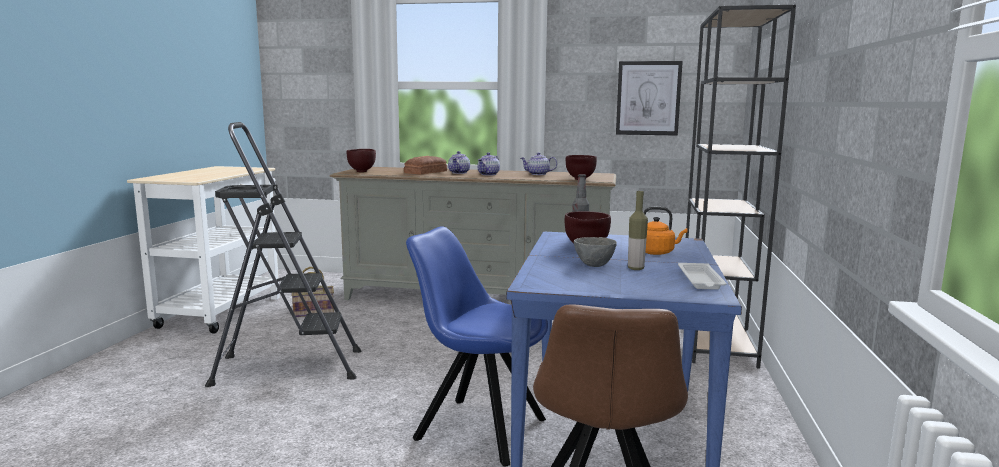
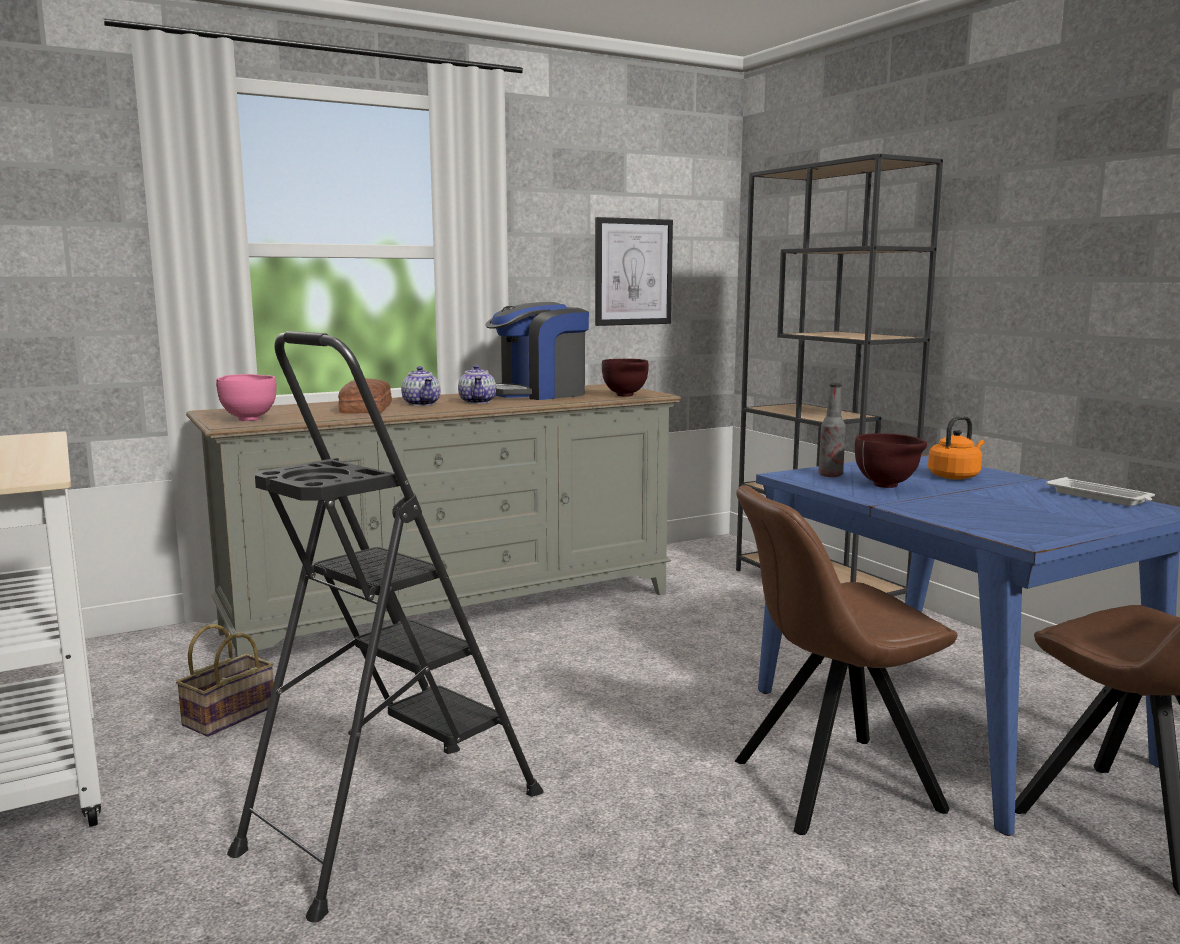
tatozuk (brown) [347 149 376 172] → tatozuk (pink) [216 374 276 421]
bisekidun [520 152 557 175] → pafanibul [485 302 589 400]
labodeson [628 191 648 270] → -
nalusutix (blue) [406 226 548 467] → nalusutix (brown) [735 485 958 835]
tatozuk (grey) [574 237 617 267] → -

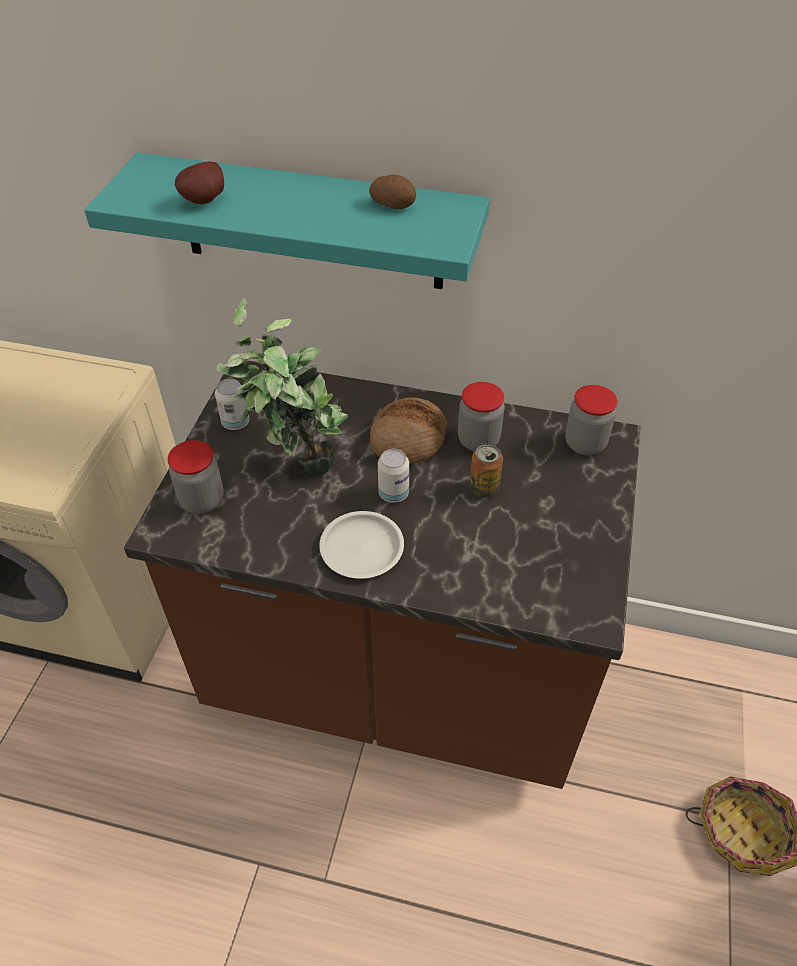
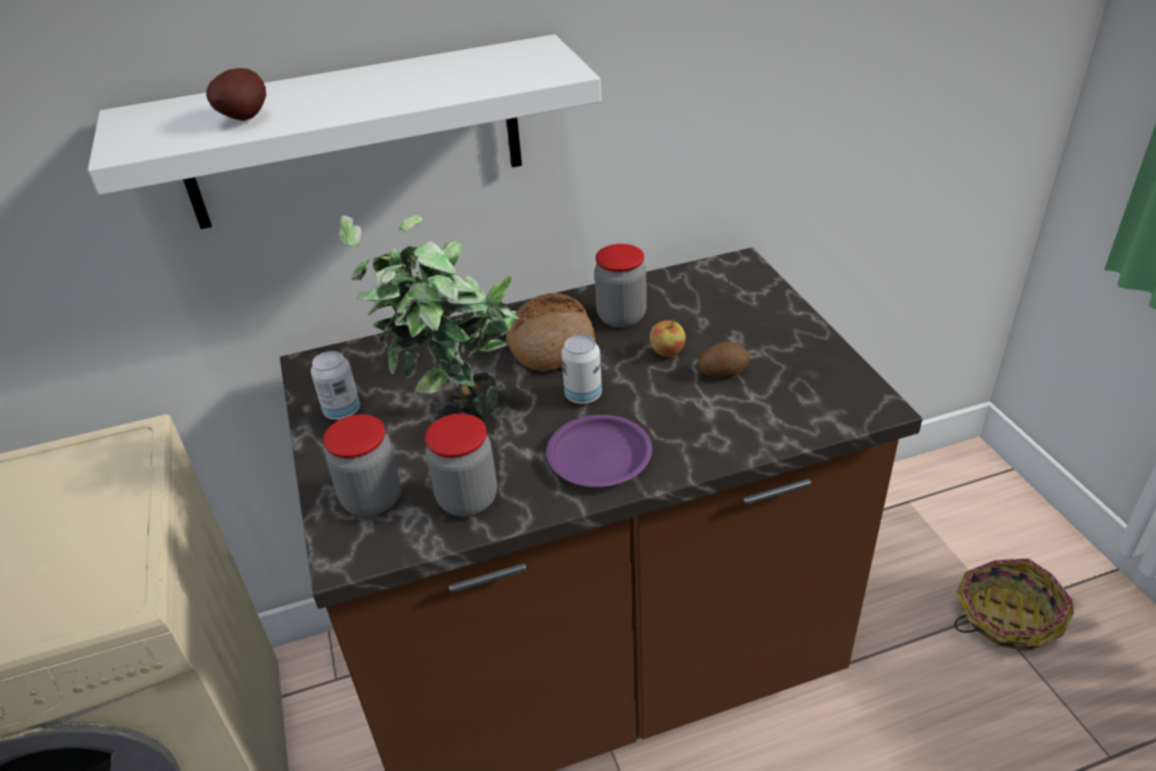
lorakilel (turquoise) [84 153 490 289] → lorakilel (white) [88 34 601 229]
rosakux [369 174 416 209] → rosakux [698 342 750 377], relocated
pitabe [565 385 617 455] → pitabe [425 414 497 517], relocated
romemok [469 444 503 498] → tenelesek [650 319 686 356]
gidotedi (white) [319 511 404 579] → gidotedi (purple) [546 415 652 487]

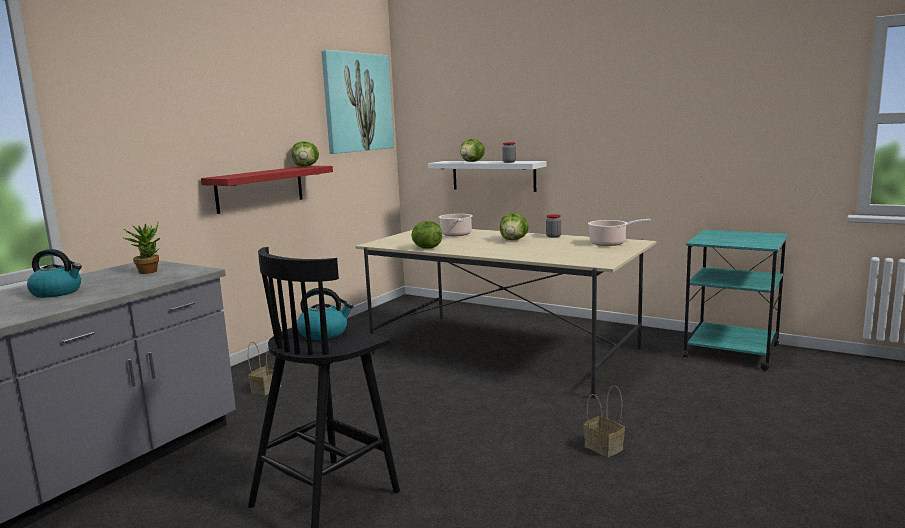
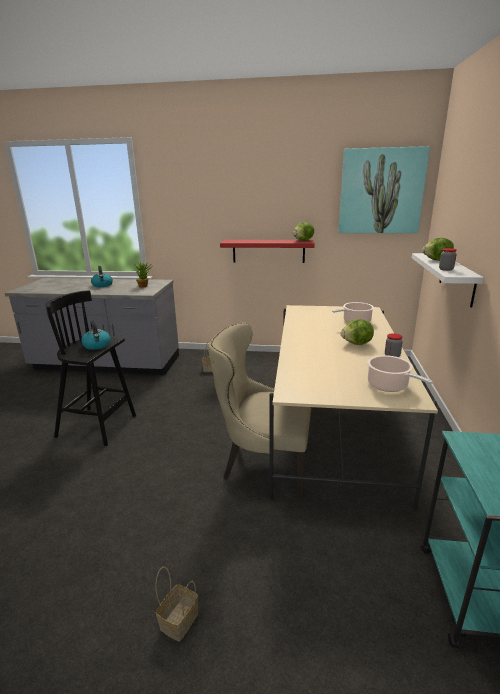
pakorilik [411 221 442 249] → -
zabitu [583 385 625 457] → zabitu [155 567 198 642], relocated
- → nalusutix (beige) [208 322 311 496]

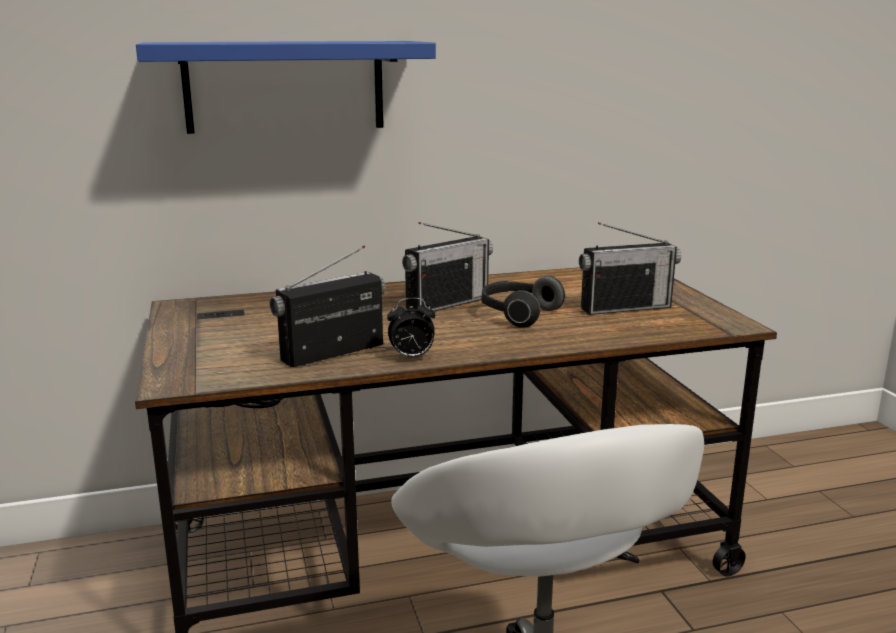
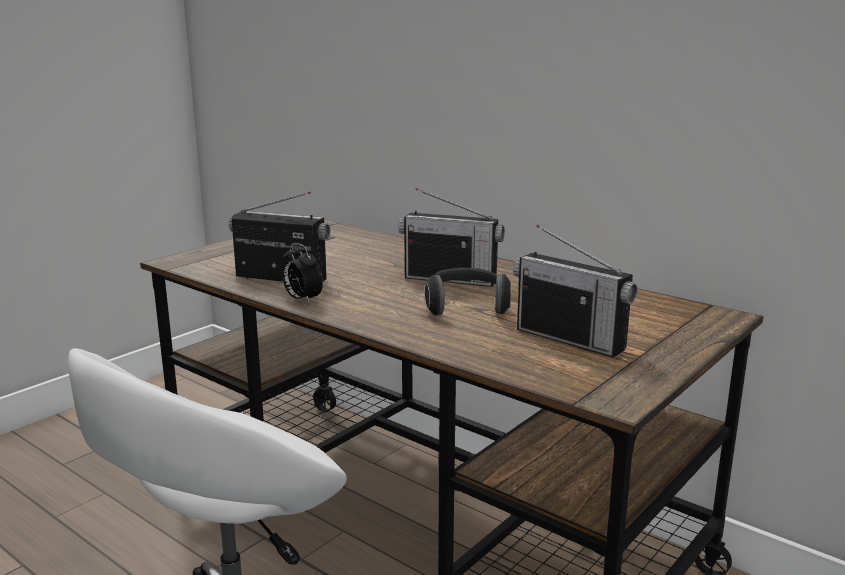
lorakilel (blue) [136 41 436 134] → -

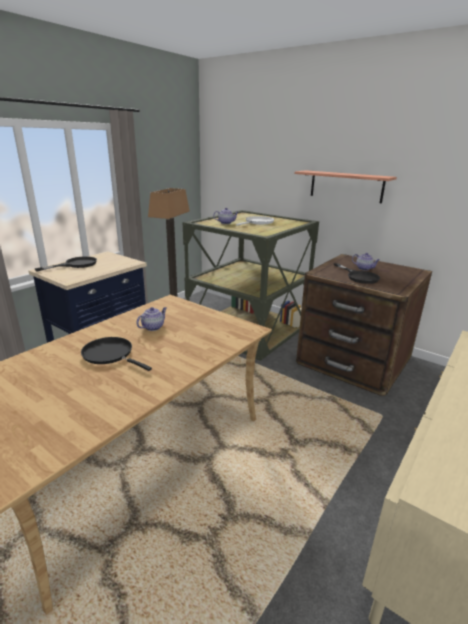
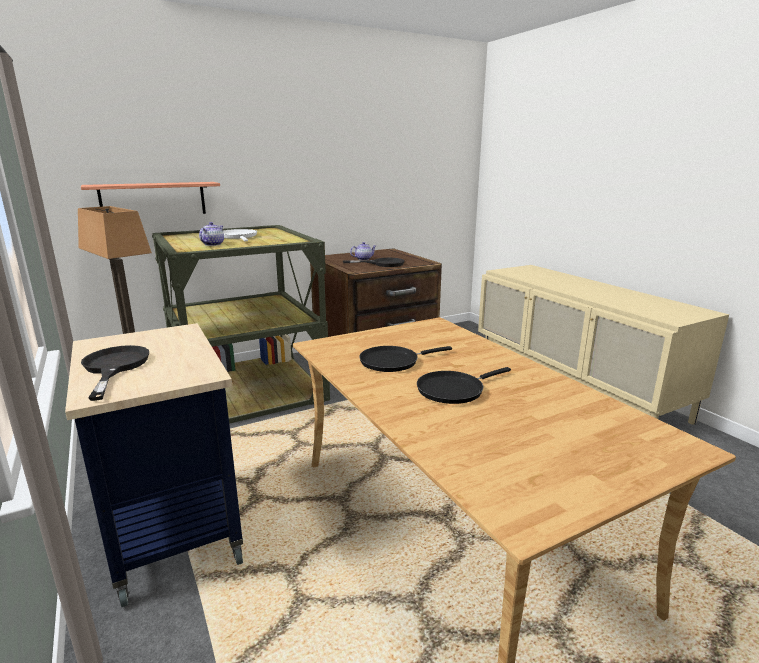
lorakilel [295 170 397 203] → lorakilel [81 182 220 214], relocated
bisekidun [137 307 167 331] → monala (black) [359 346 452 372]

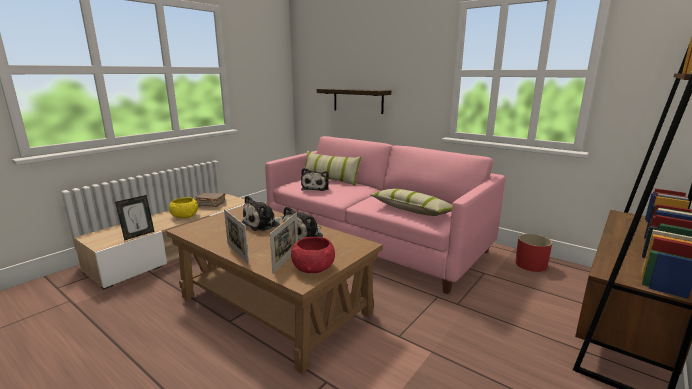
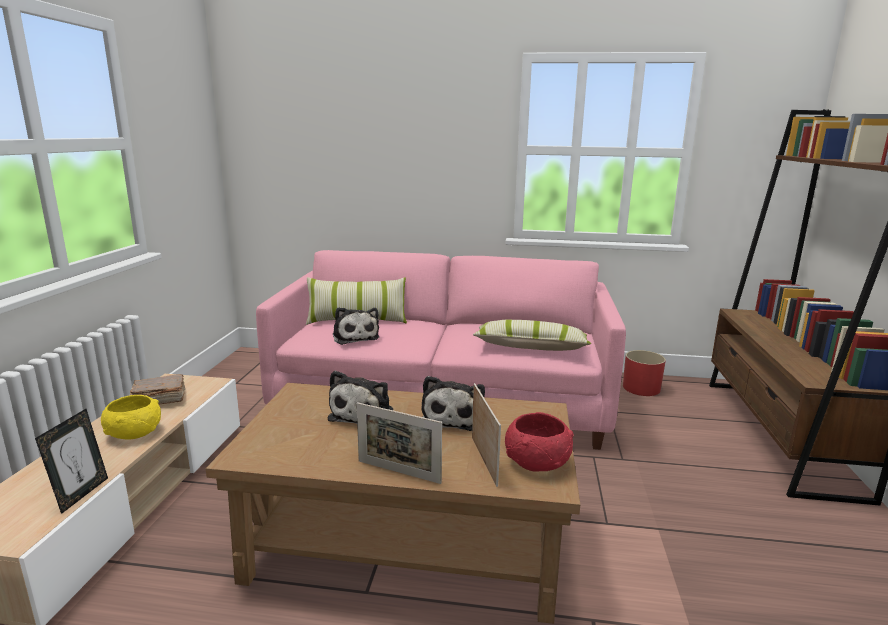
lorakilel [317 88 391 114] → -

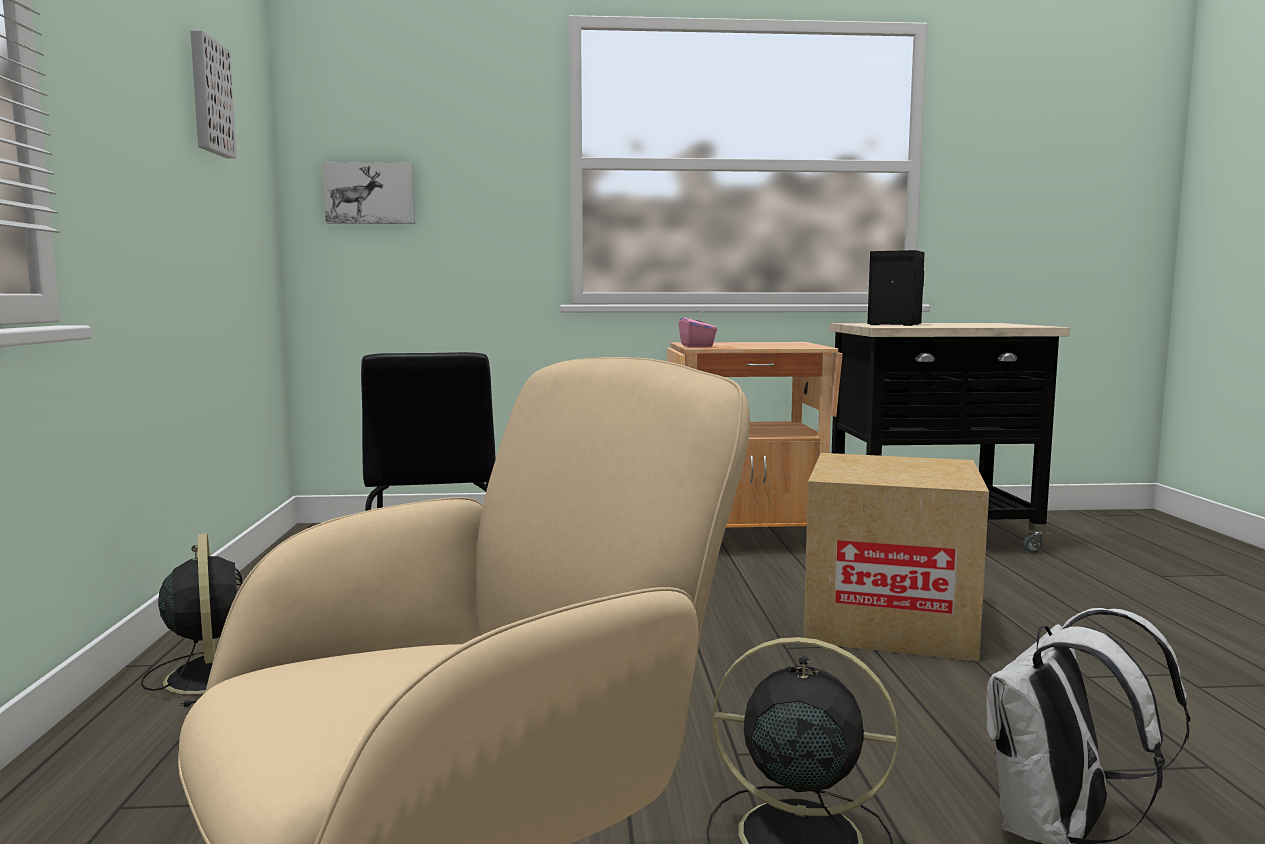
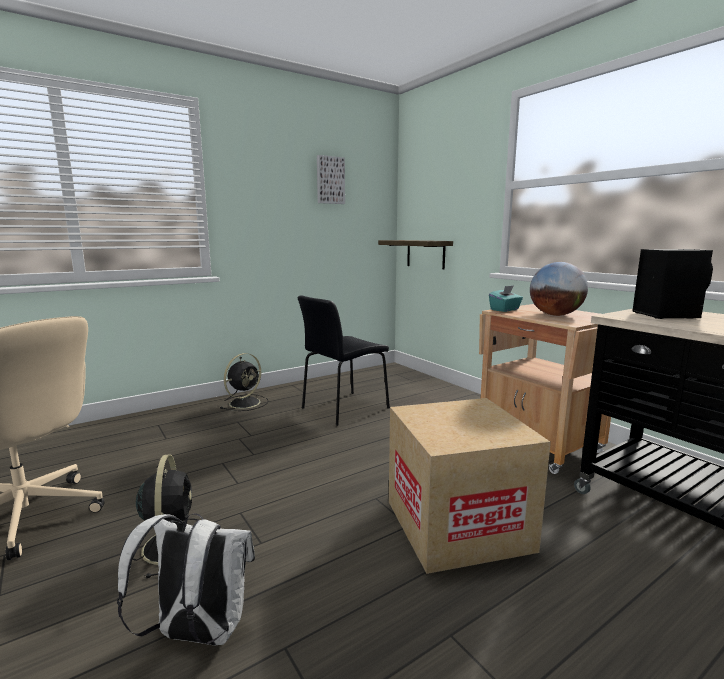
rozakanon [323 162 415 224] → -
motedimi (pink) [679 309 717 347] → motedimi (turquoise) [489 286 523 312]
- → lorakilel [378 240 453 269]
- → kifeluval [530 262 588 316]

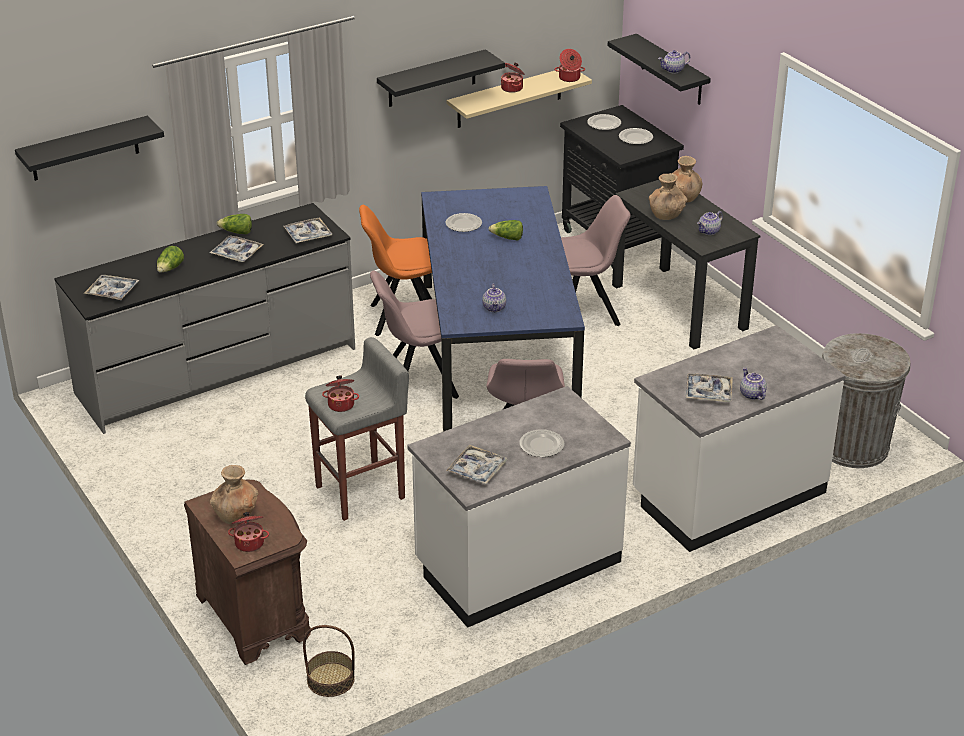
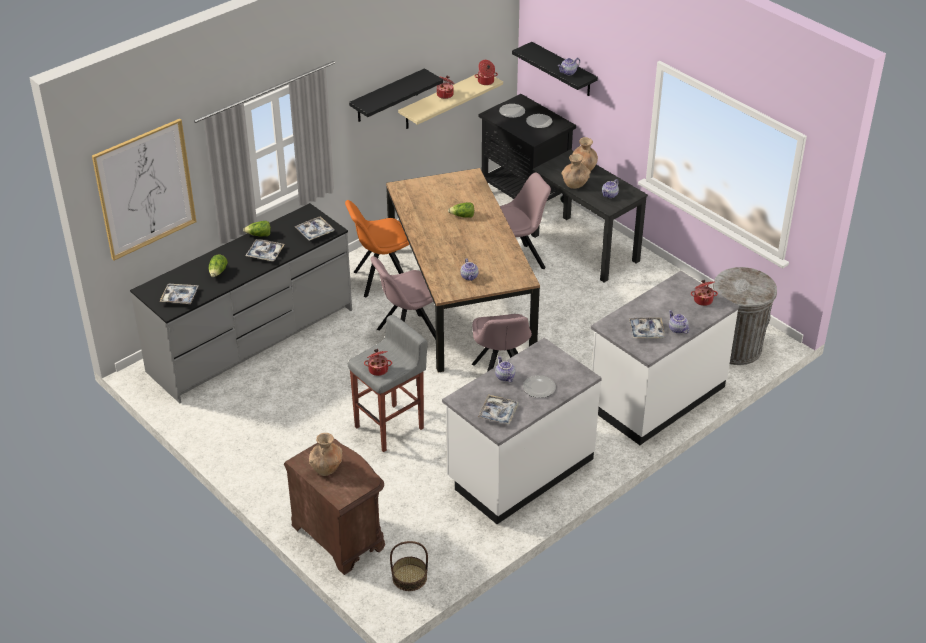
lorakilel (black) [15 116 164 181] → rozakanon [92 119 196 261]
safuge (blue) [421 186 585 432] → safuge (brown) [386 168 540 373]
gidotedi [445 213 482 232] → -
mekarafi [228 512 269 552] → mekarafi [691 280 718 306], relocated
- → bisekidun [495 356 515 383]

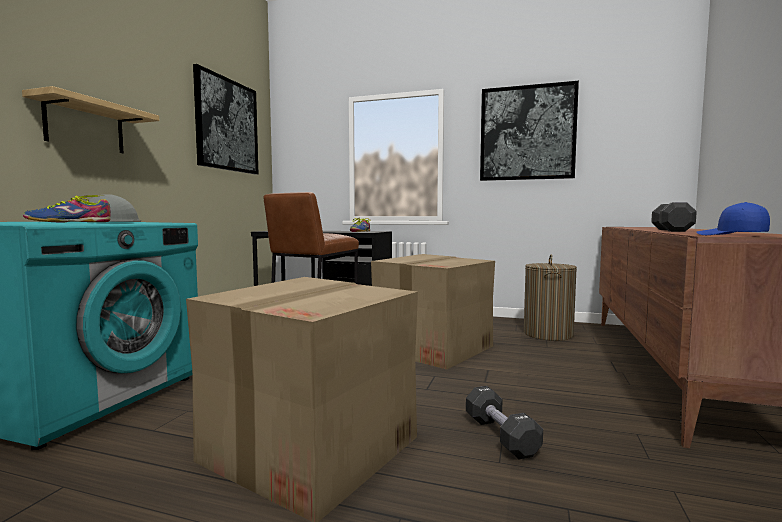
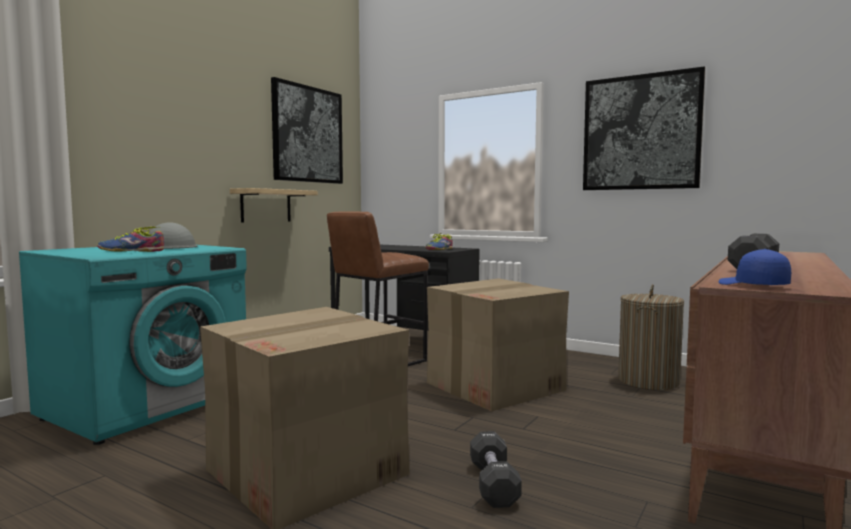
lorakilel [22 86 159 153] → lorakilel [230 188 318 223], relocated

